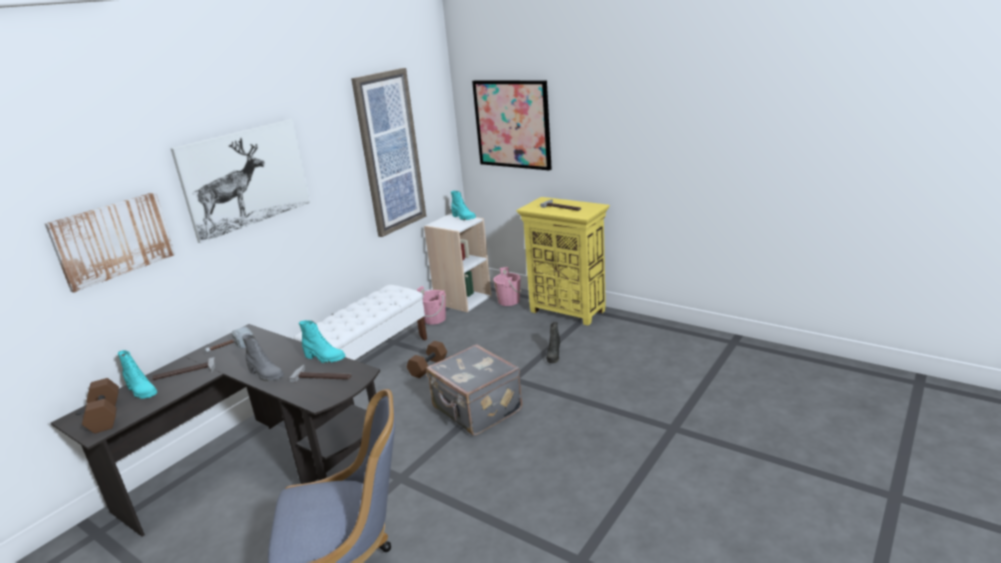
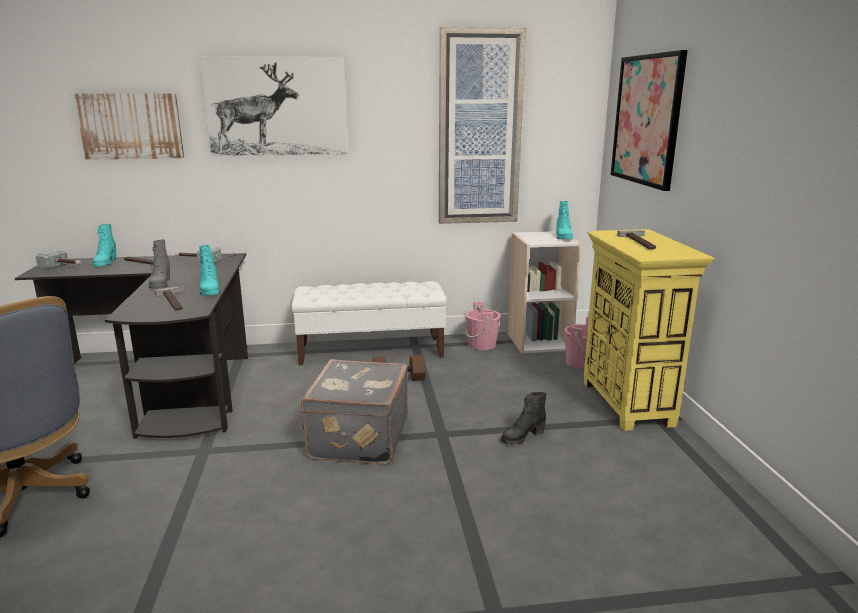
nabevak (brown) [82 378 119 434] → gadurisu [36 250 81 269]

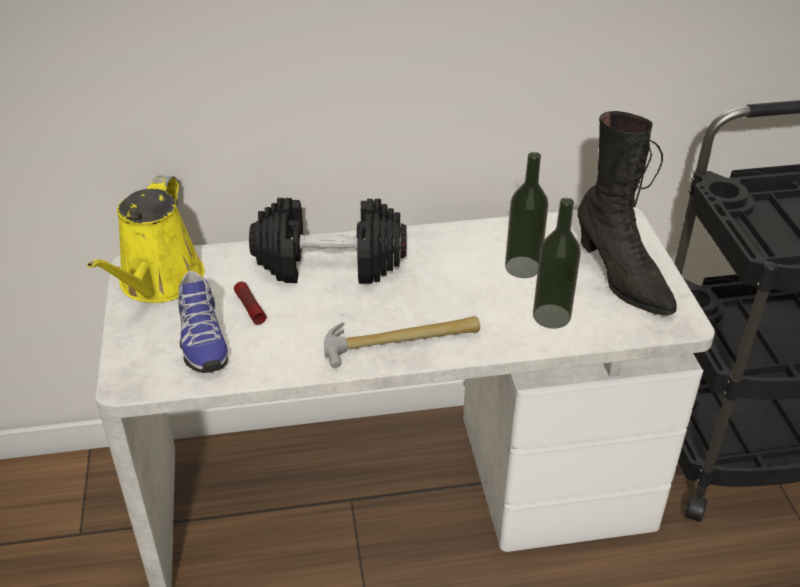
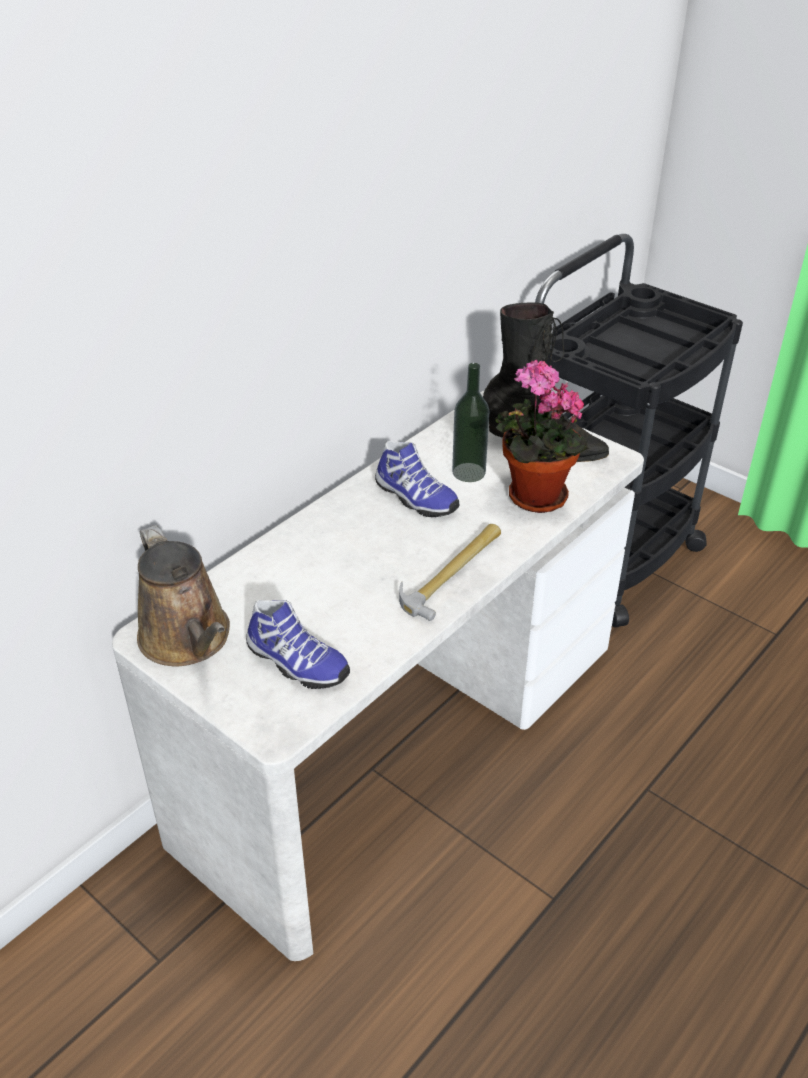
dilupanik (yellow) [87 175 205 303] → dilupanik (brown) [137 525 230 667]
nabevak (black) [249 198 407 284] → -
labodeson [533 198 581 329] → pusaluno [495 360 589 513]
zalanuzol [234 281 266 324] → -
- → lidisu [375 441 459 517]

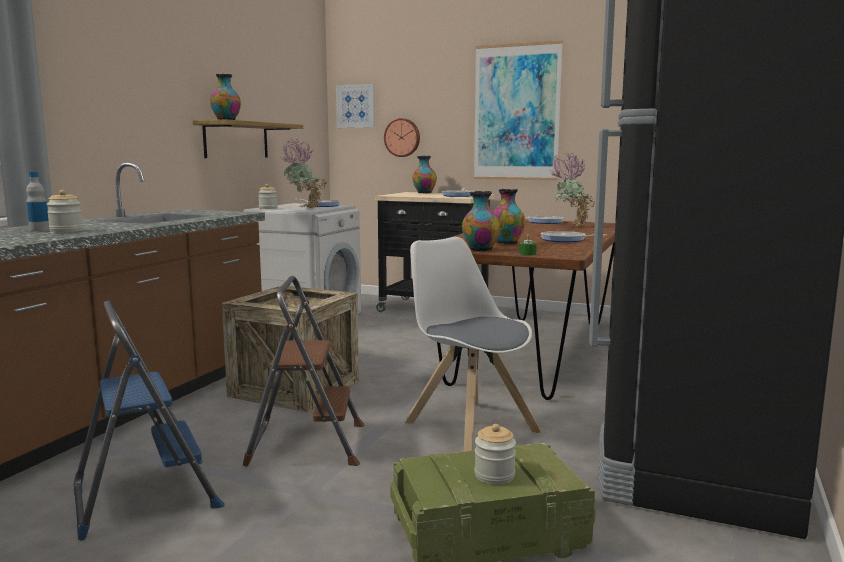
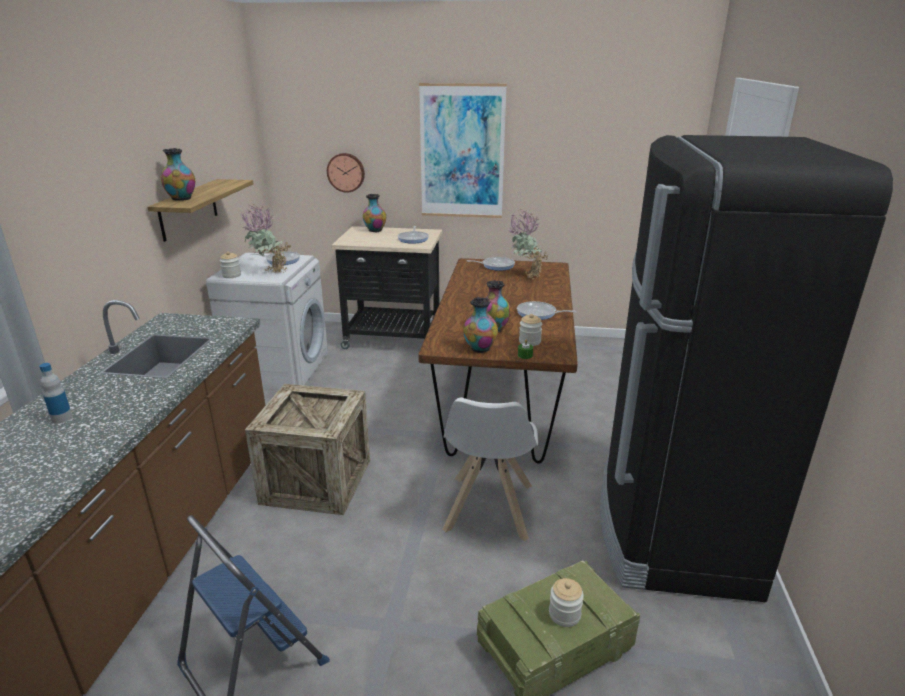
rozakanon [336 84 375 128] → -
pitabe [46 190 83 232] → pitabe [519 314 542 346], relocated
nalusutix [405 237 542 452] → nalusutix [443 398 538 542], 120 degrees counterclockwise
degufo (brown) [243 276 364 467] → -

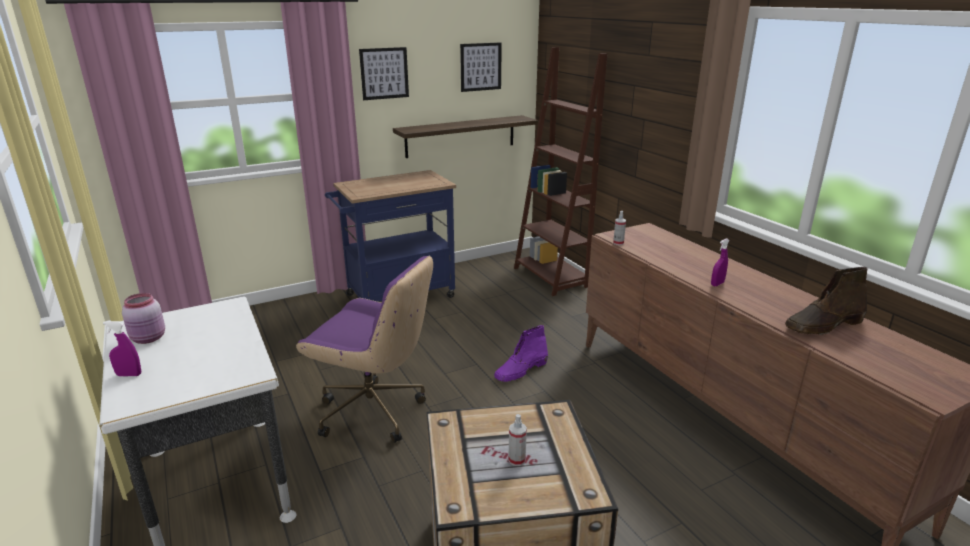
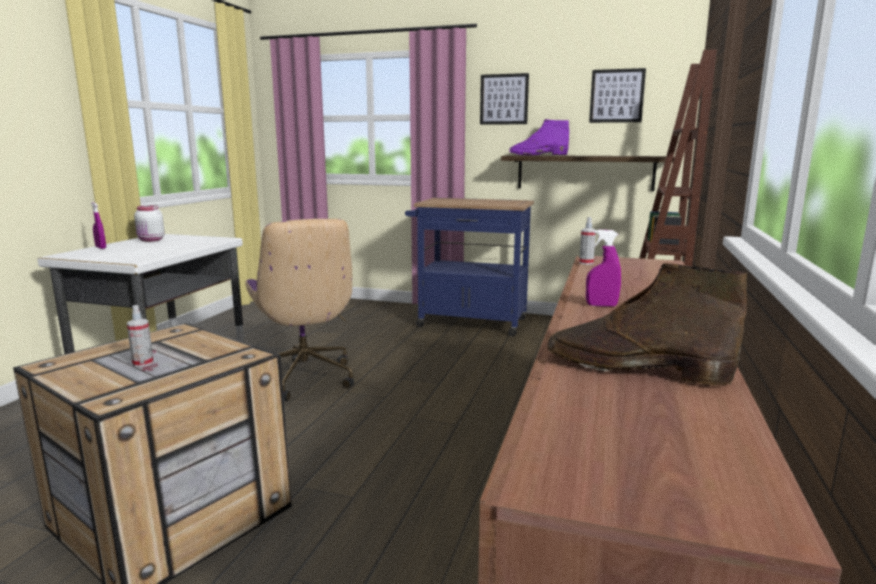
pitabe (pink) [122 293 165 344] → pitabe (white) [134 205 165 242]
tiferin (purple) [494 325 548 382] → tiferin (purple) [509 119 569 155], relocated

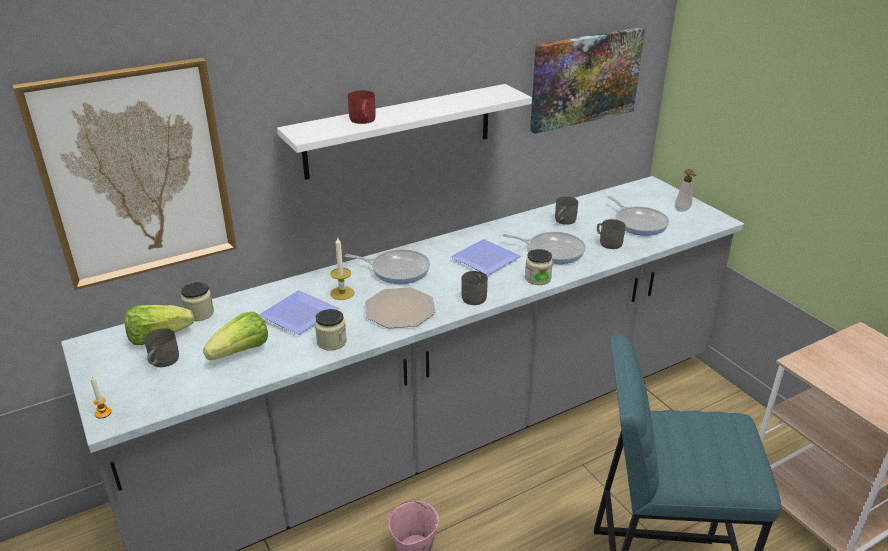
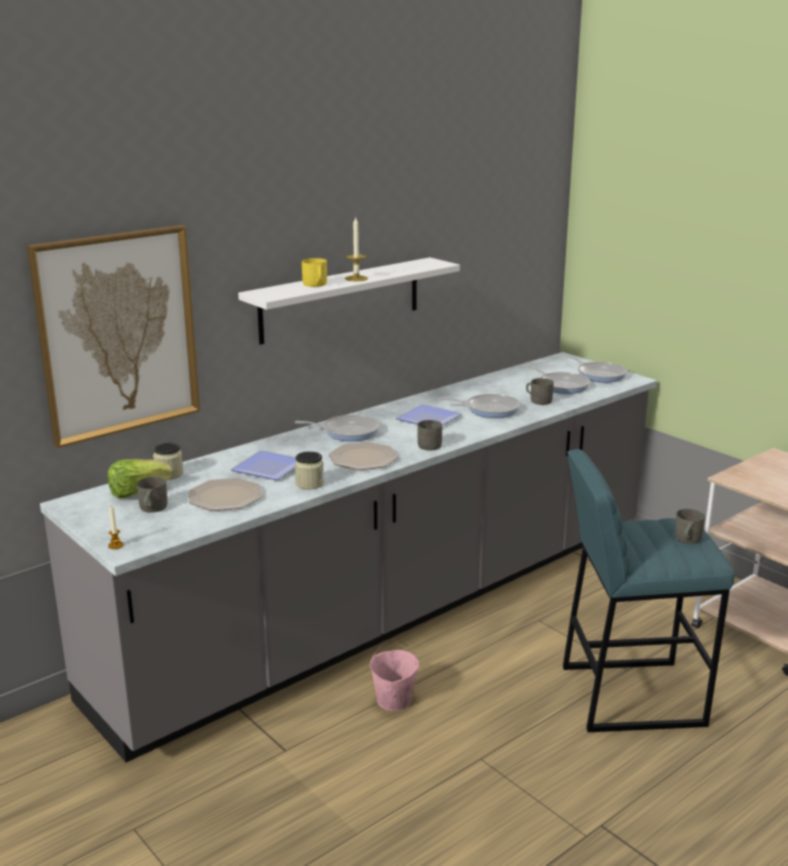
rozakanon [530 27 645 134] → -
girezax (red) [348 90 376 124] → girezax (yellow) [302 258 327 287]
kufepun [675 169 697 212] → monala [567 355 627 383]
girezax (grey) [555 196 578 225] → girezax (grey) [675 509 705 544], relocated
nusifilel [330 236 355 300] → nusifilel [345 217 368 281], relocated
pitabe [525 249 553 285] → -
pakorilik [203 312 268 360] → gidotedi [189 478 262 511]

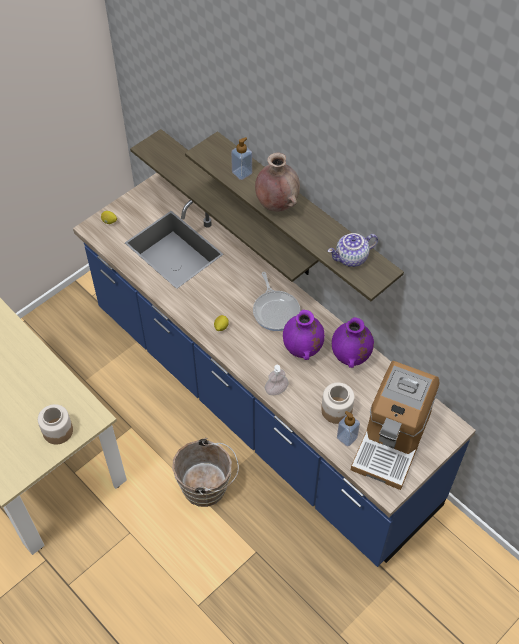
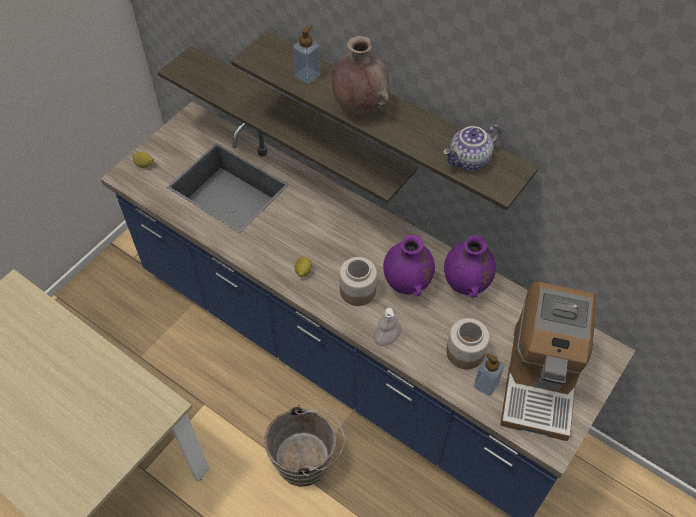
monala [253 272 300 331] → -
pitabe [38 404 73 445] → pitabe [339 257 377 306], relocated

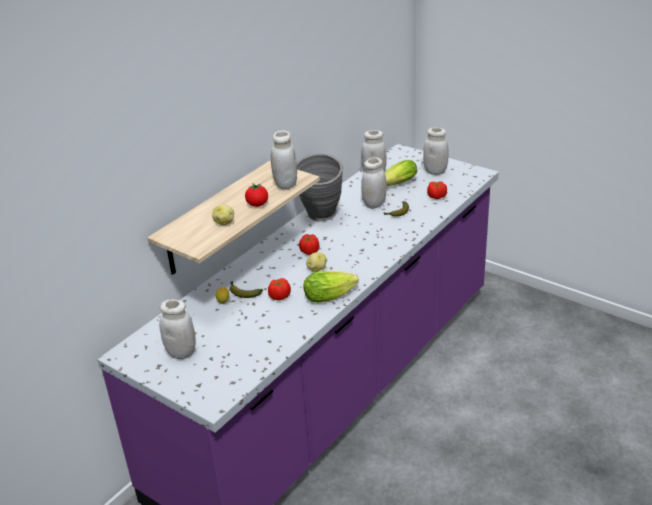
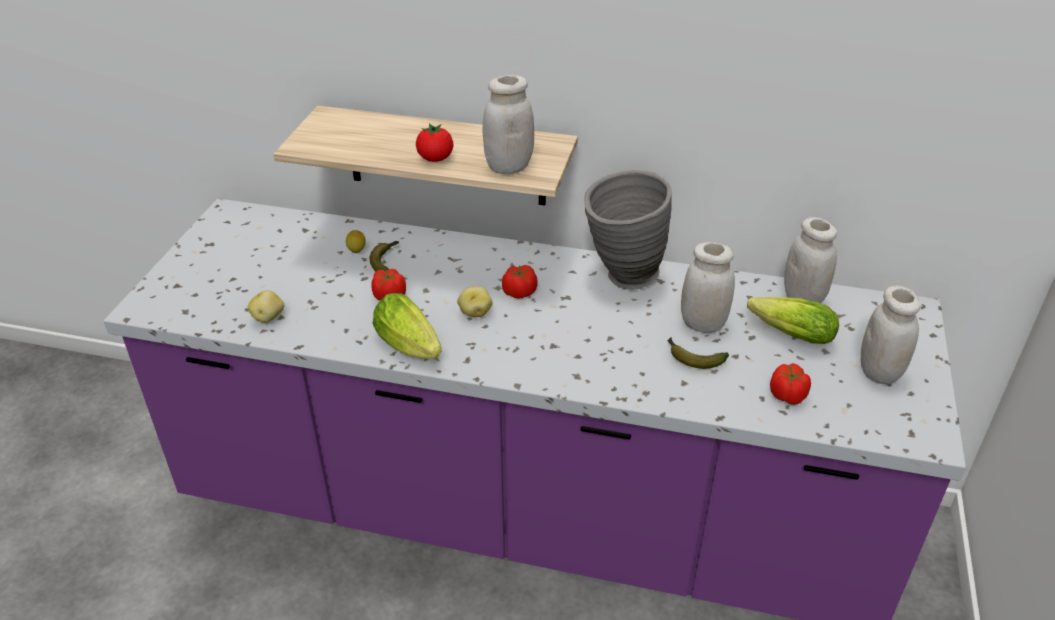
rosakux [212 204 234 225] → rosakux [248 290 284 323], relocated
pitabe (white) [159 299 196 359] → -

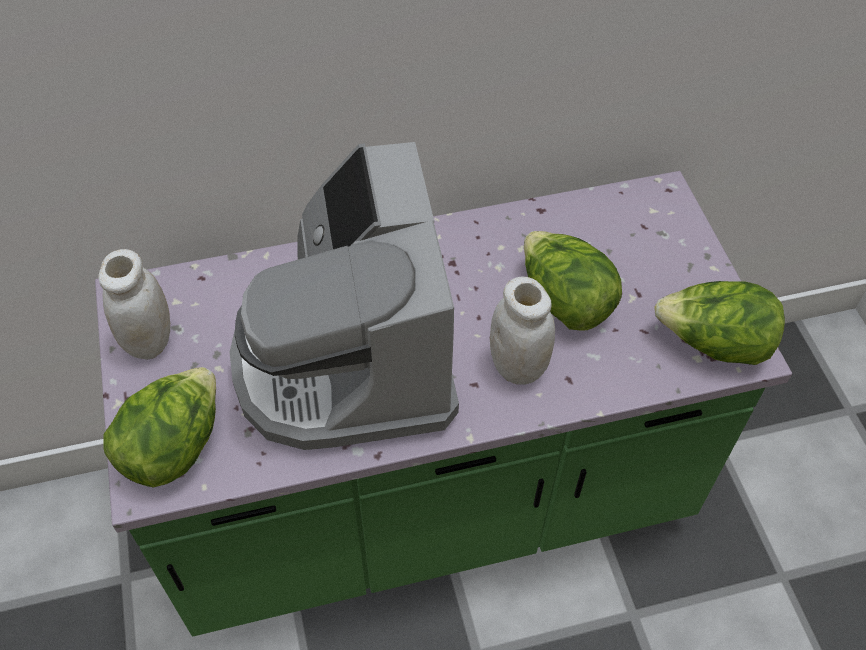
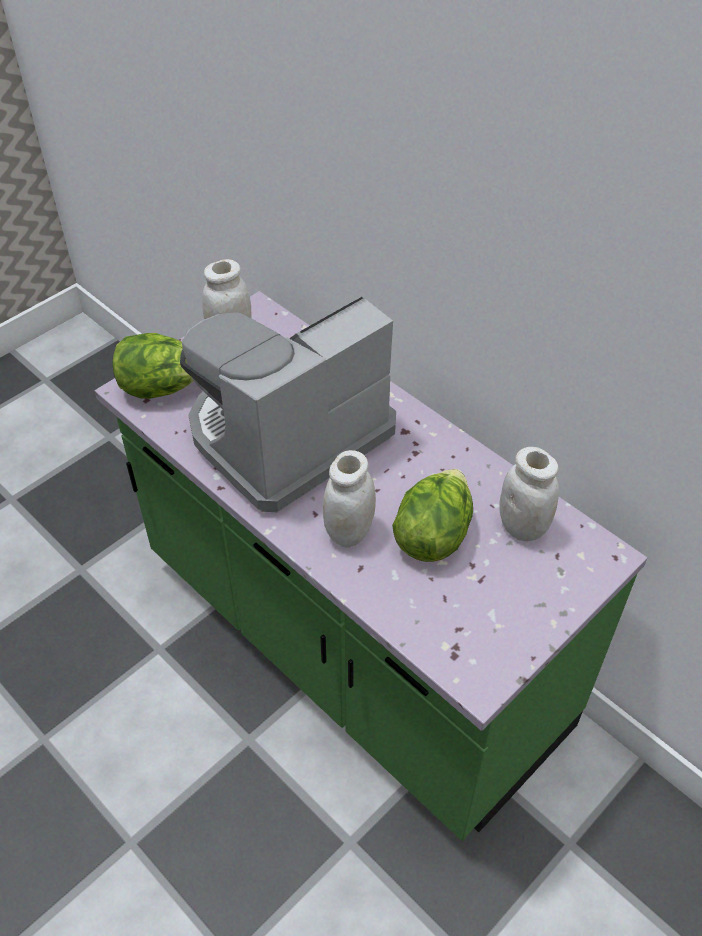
pakorilik [654 281 785 365] → -
- → pitabe (white) [499 447 559 541]

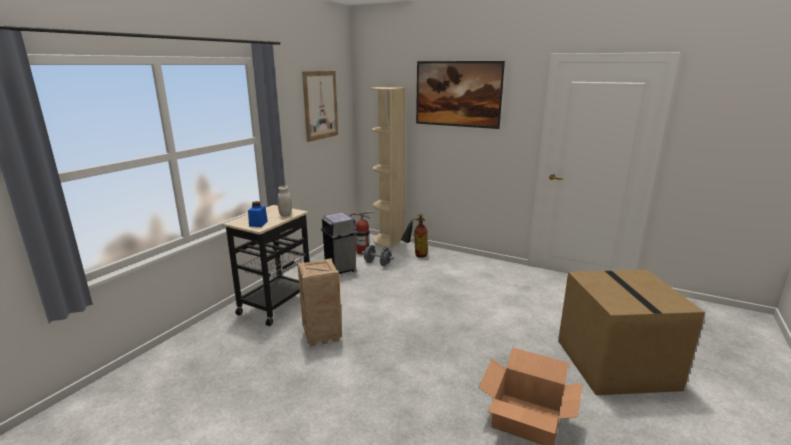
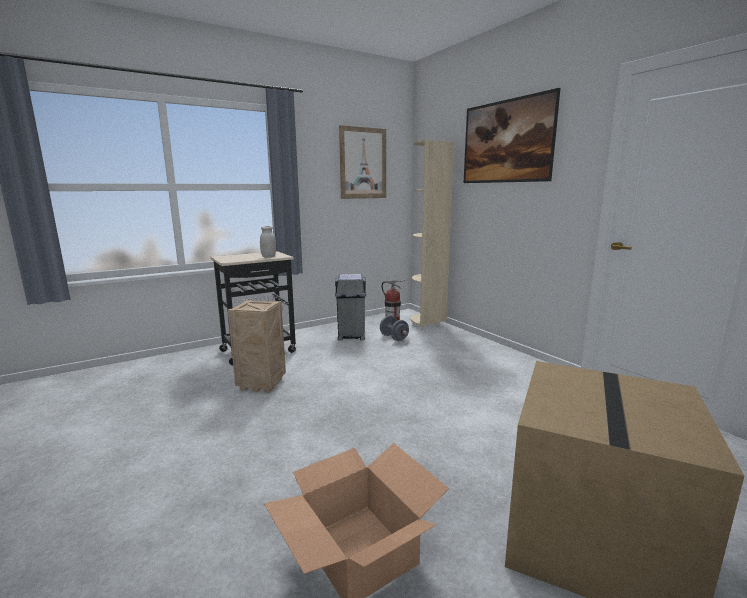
pitabe (blue) [248 201 268 227] → -
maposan [401 214 428 258] → -

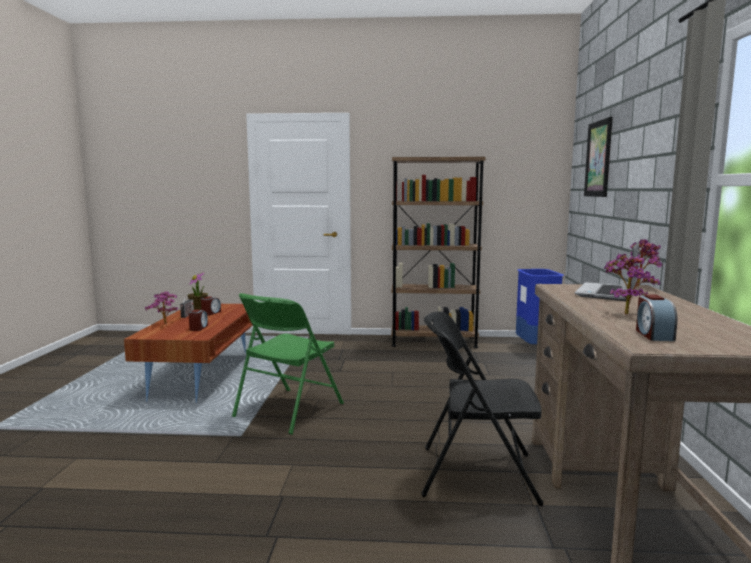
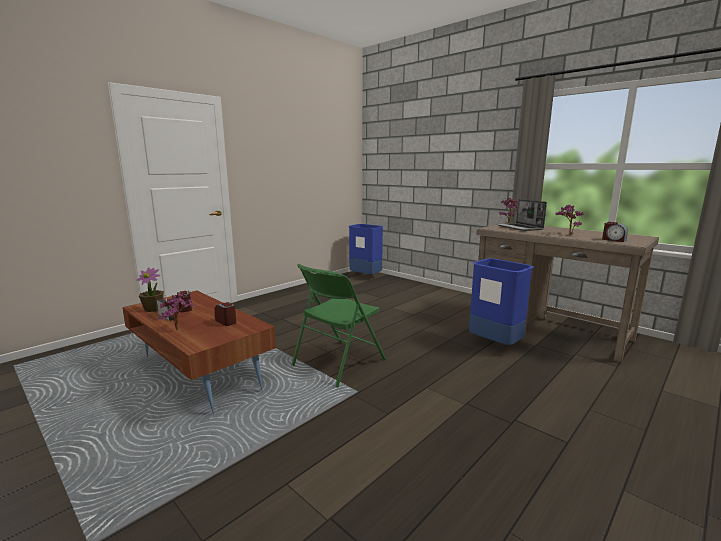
rozakanon [584 117 613 197] → -
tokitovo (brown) [391 157 486 348] → -
nalusutix (green) [232 293 344 435] → nalusutix (green) [291 264 386 388], 60 degrees clockwise
nalusutix (black) [421 312 543 506] → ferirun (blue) [469 258 534 345]

